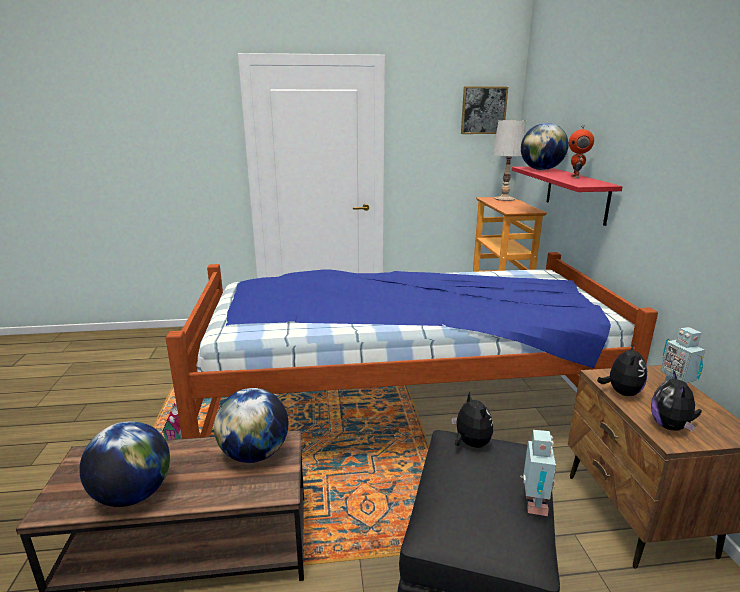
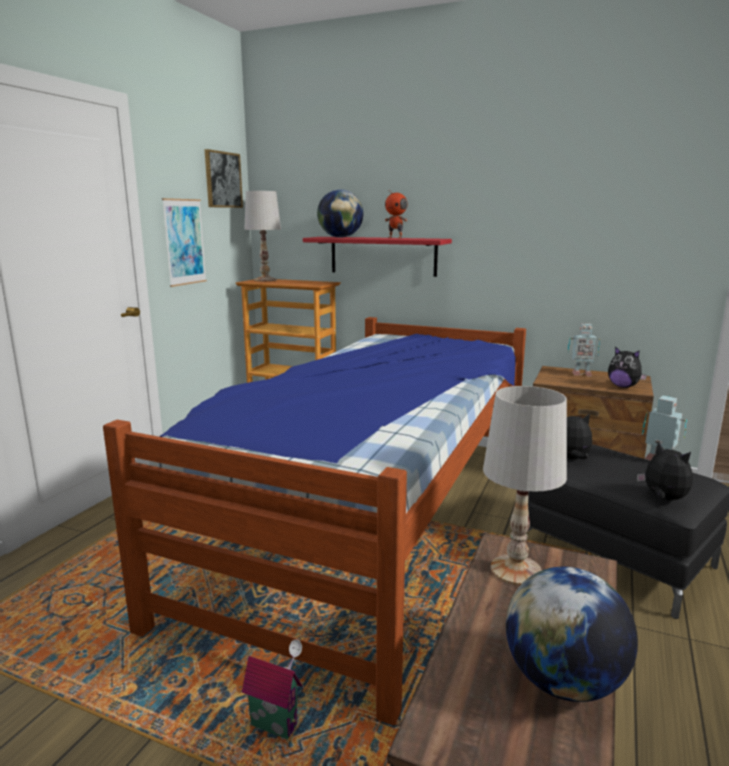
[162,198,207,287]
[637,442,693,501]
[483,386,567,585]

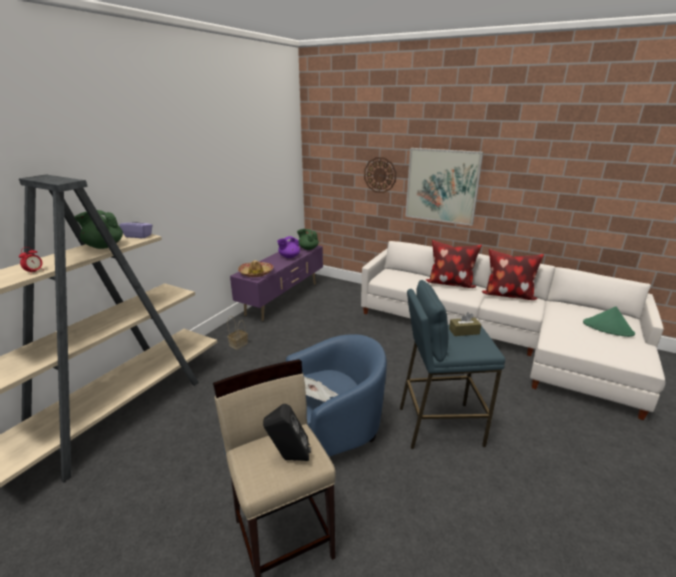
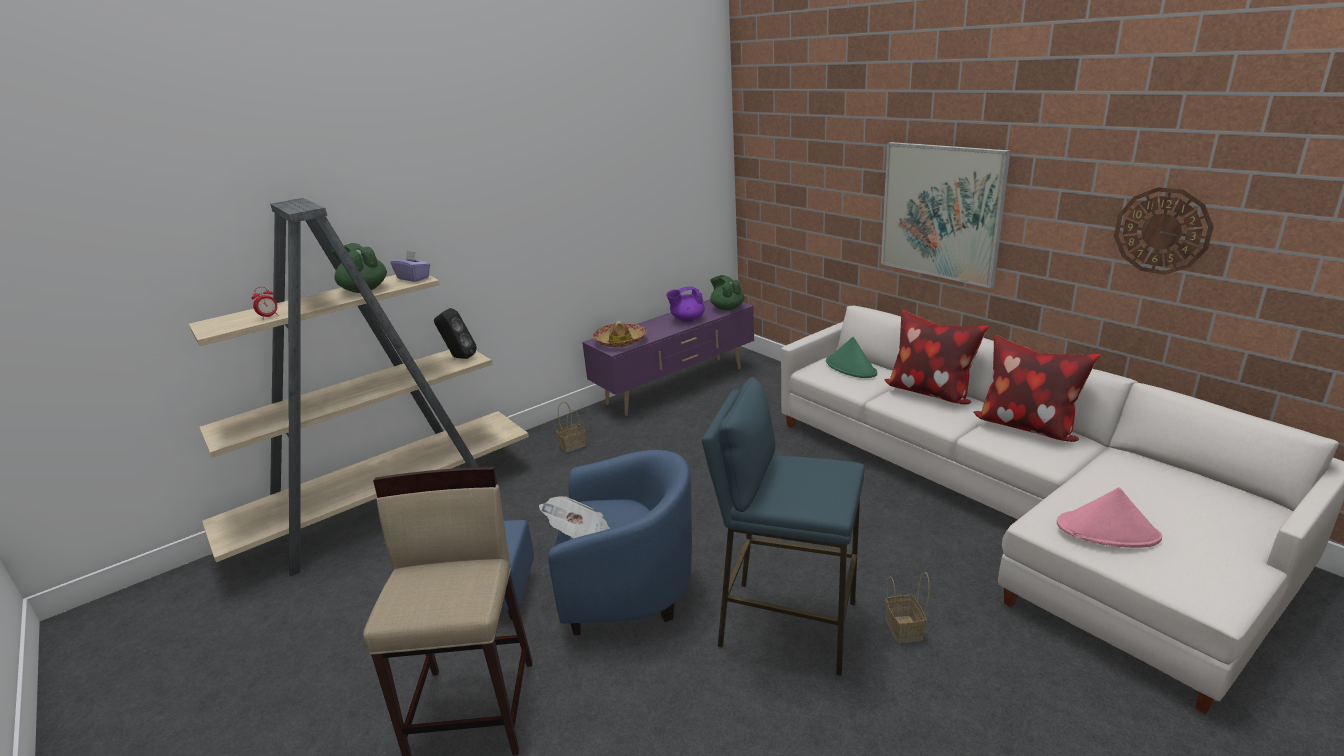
[449,312,481,336] (first image)
[885,572,929,643]
[1057,487,1162,548]
[434,308,477,359]
[1114,187,1214,275]
[826,337,877,378]

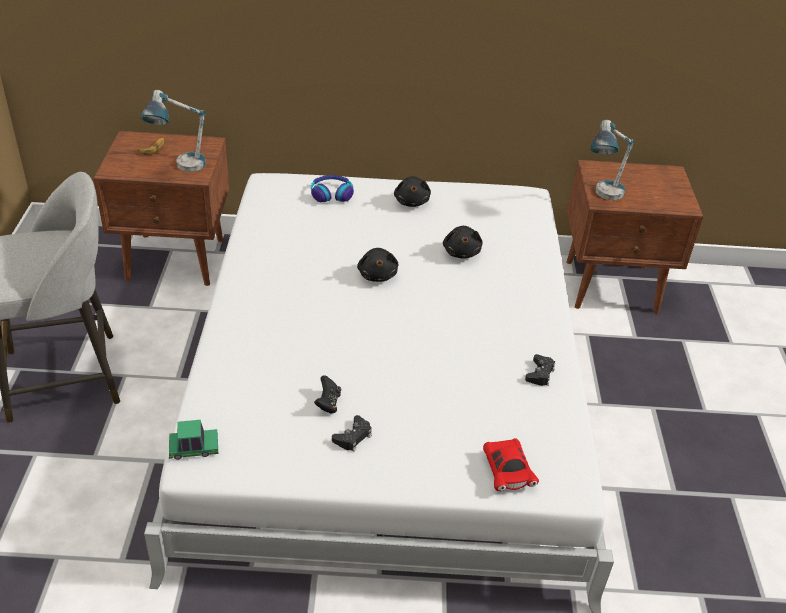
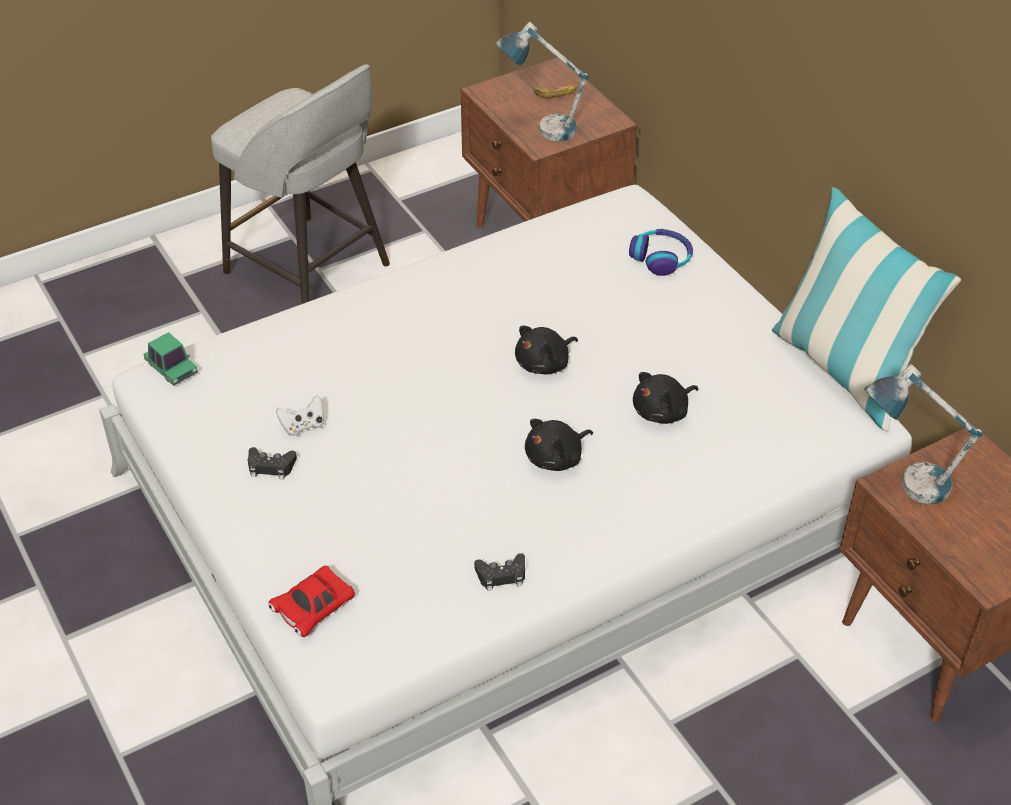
[772,187,961,431]
[525,419,593,471]
[276,395,324,436]

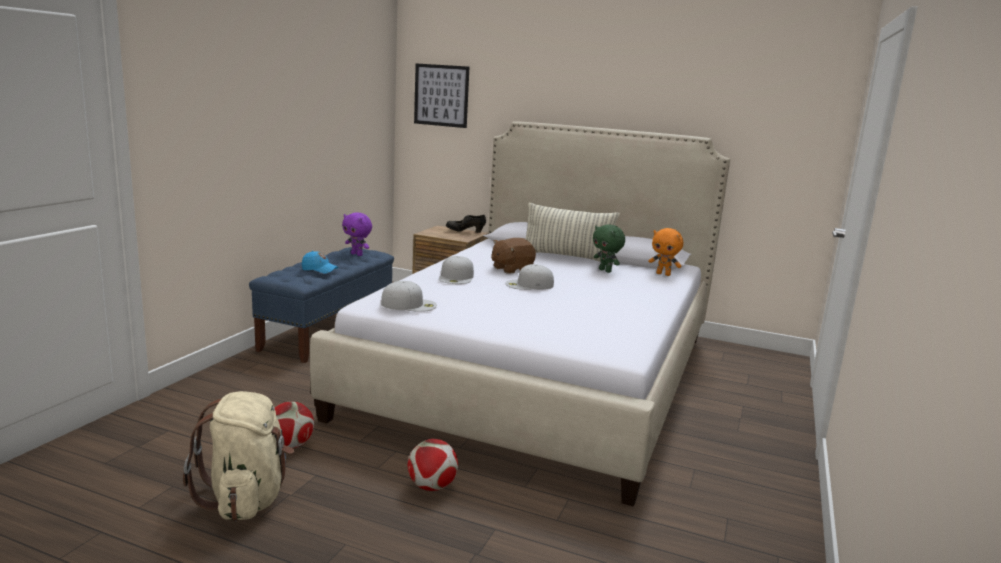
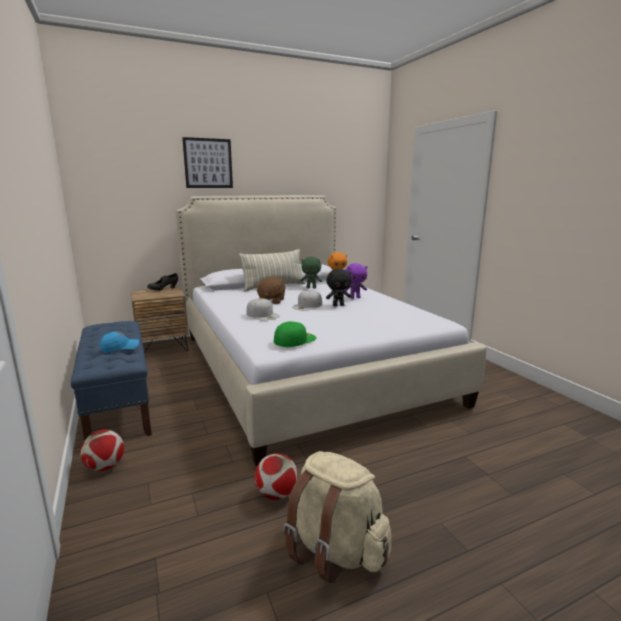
[326,269,351,306]
[344,263,367,299]
[80,430,124,471]
[182,137,233,188]
[274,321,316,347]

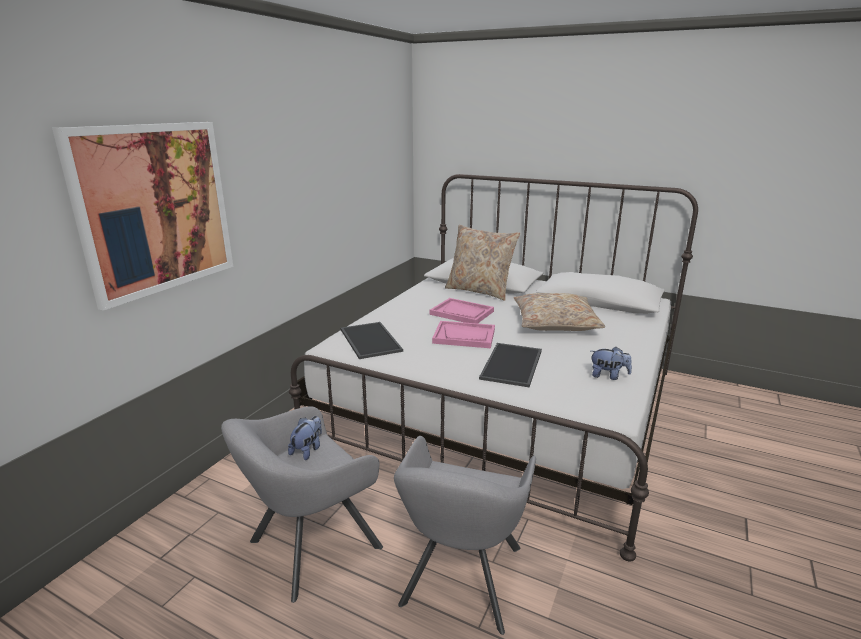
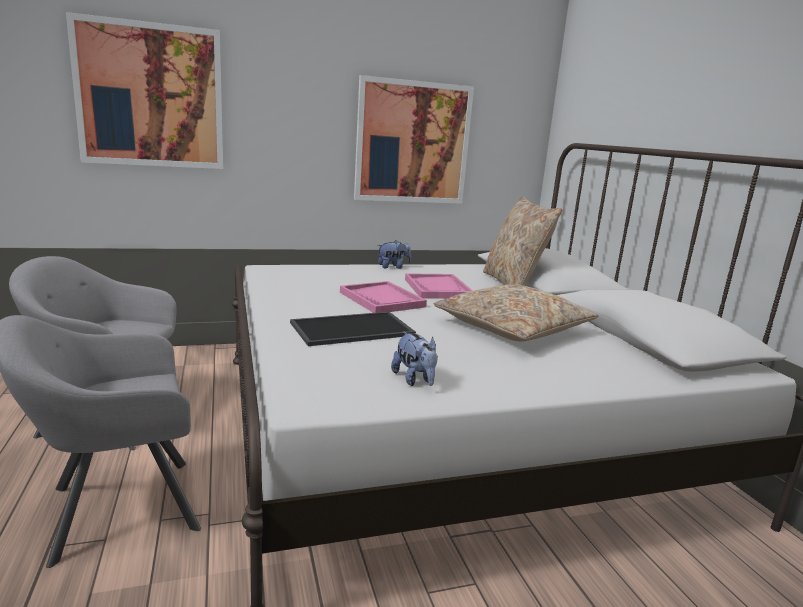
[341,322,403,359] (first image)
[354,75,474,204]
[377,240,411,269]

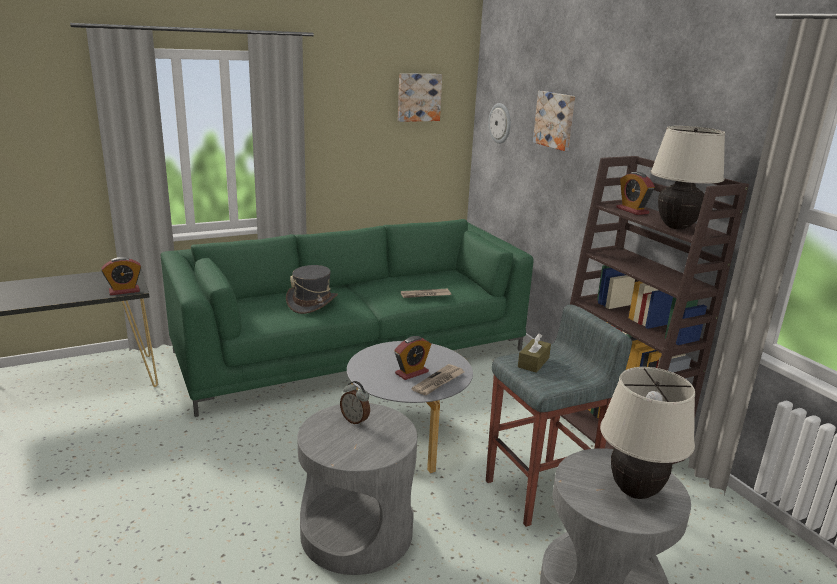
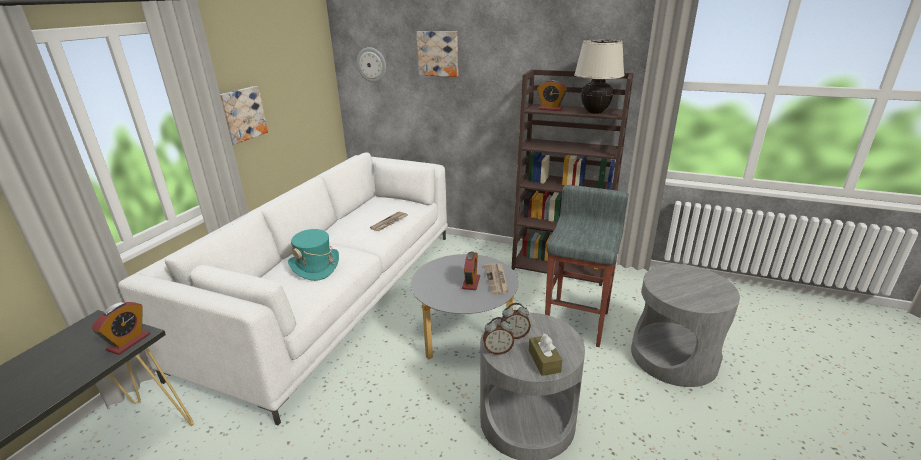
[600,367,696,499] (first image)
[483,317,514,355]
[220,86,268,145]
[529,333,562,376]
[118,153,448,425]
[288,229,339,281]

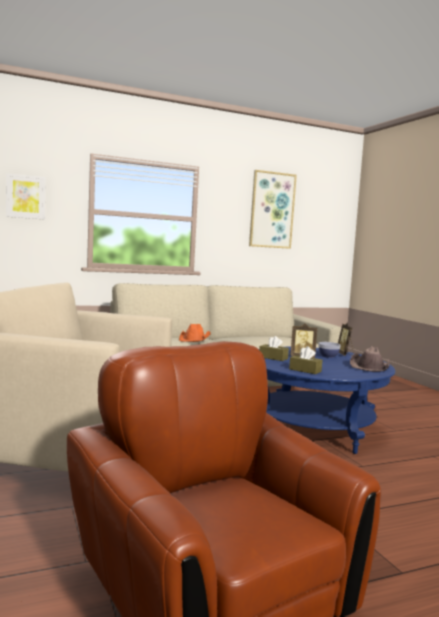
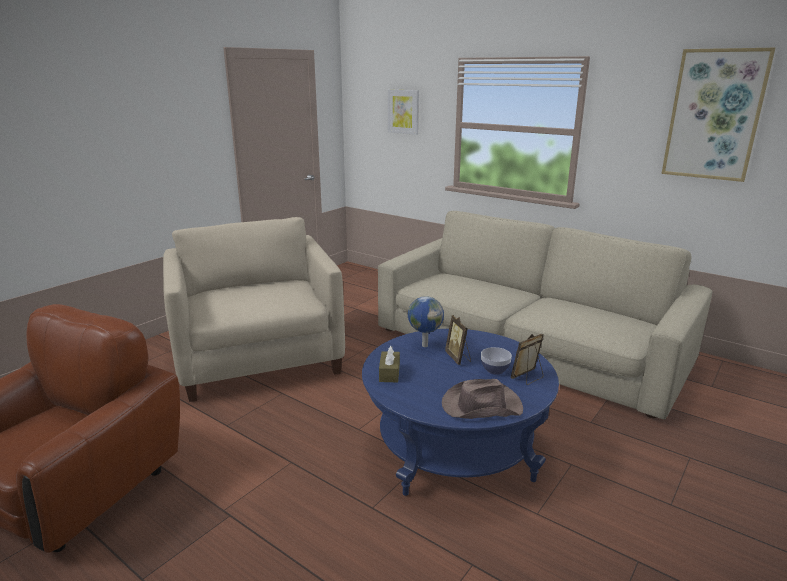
[179,324,211,342] (first image)
[408,296,444,347]

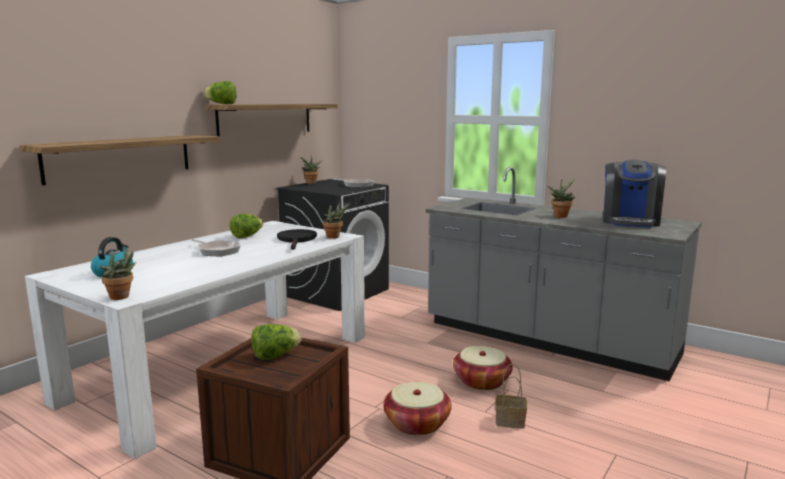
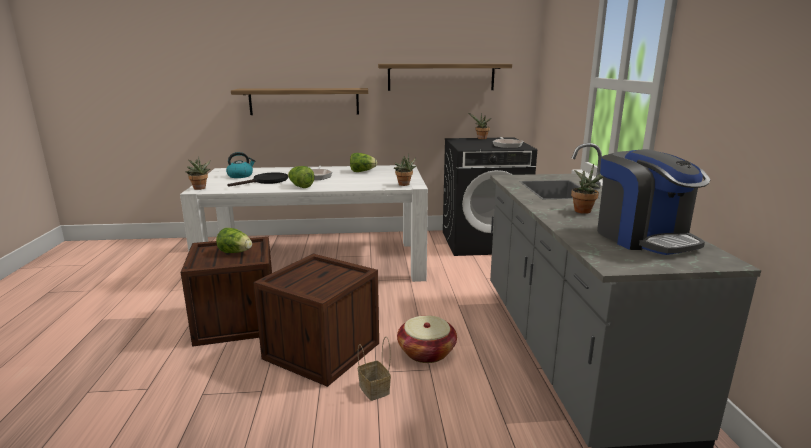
[288,166,314,188]
[227,173,288,187]
[253,254,379,387]
[597,149,710,255]

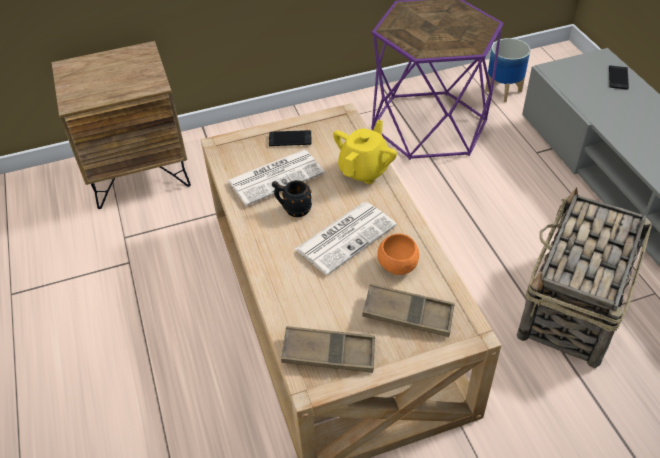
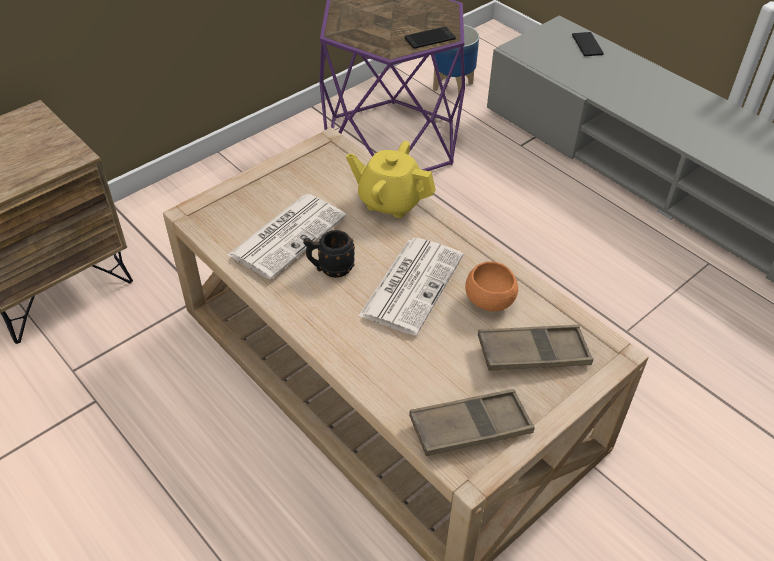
[517,187,652,368] (first image)
[405,27,456,49]
[346,141,436,218]

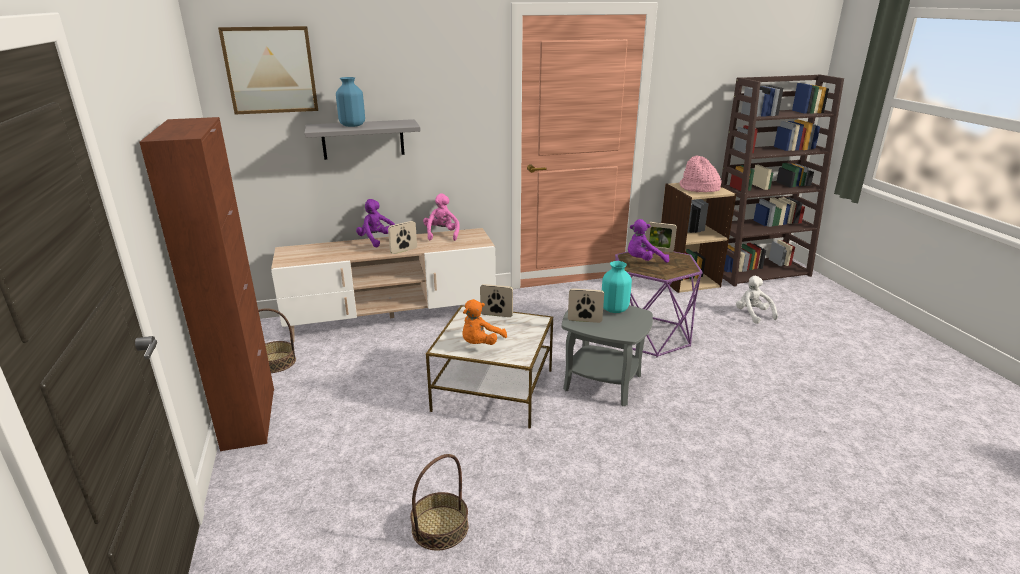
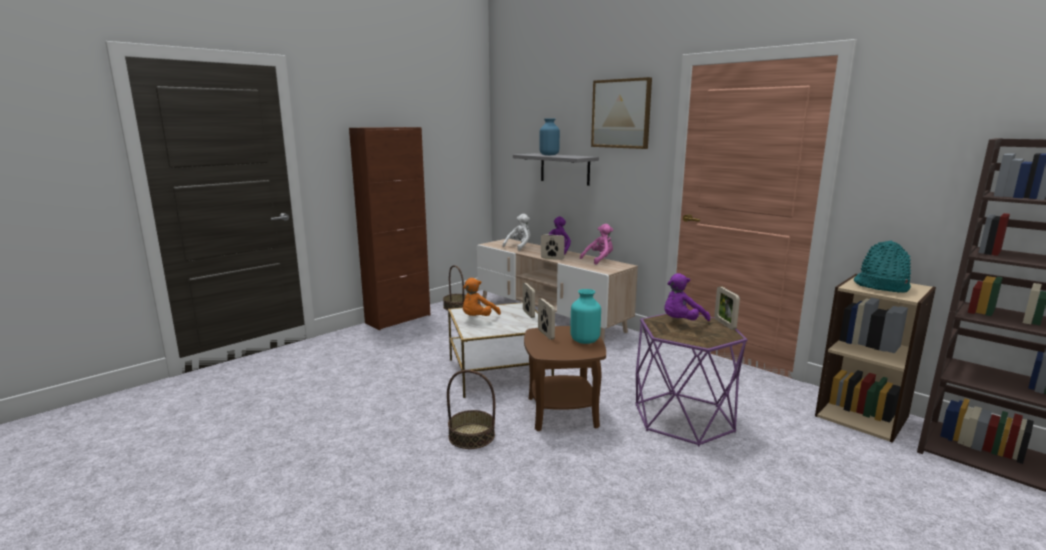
[591,77,652,149]
[447,370,495,449]
[502,214,531,251]
[524,326,606,431]
[854,241,911,293]
[463,278,501,316]
[664,273,710,321]

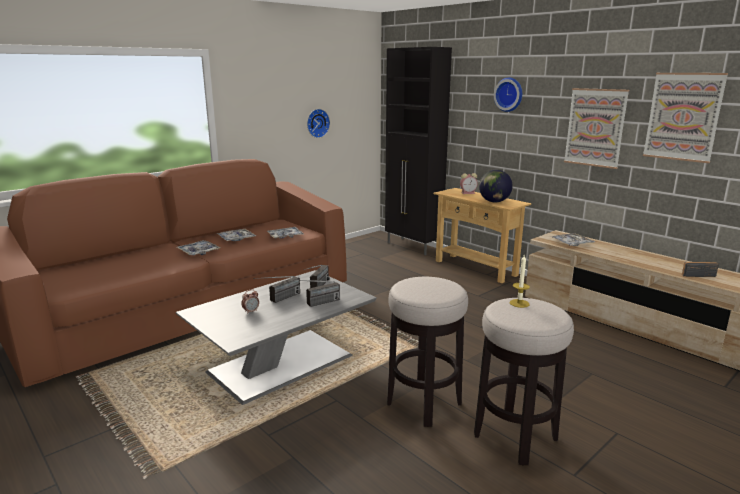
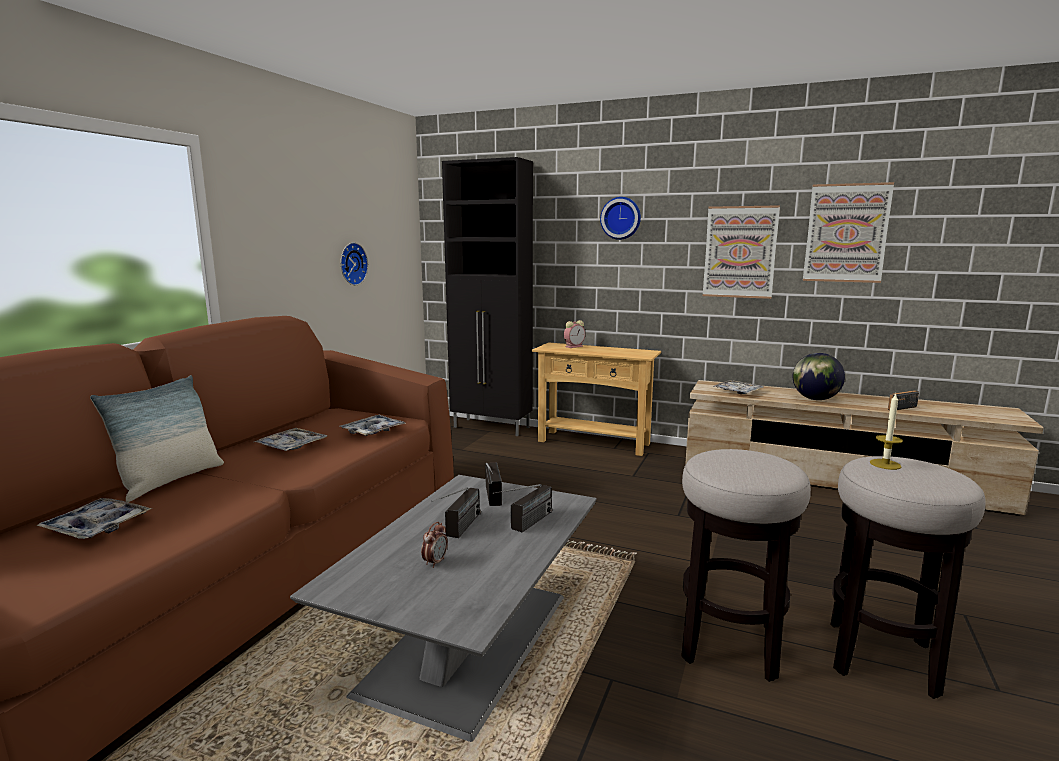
[90,375,224,502]
[36,498,152,539]
[793,353,845,400]

